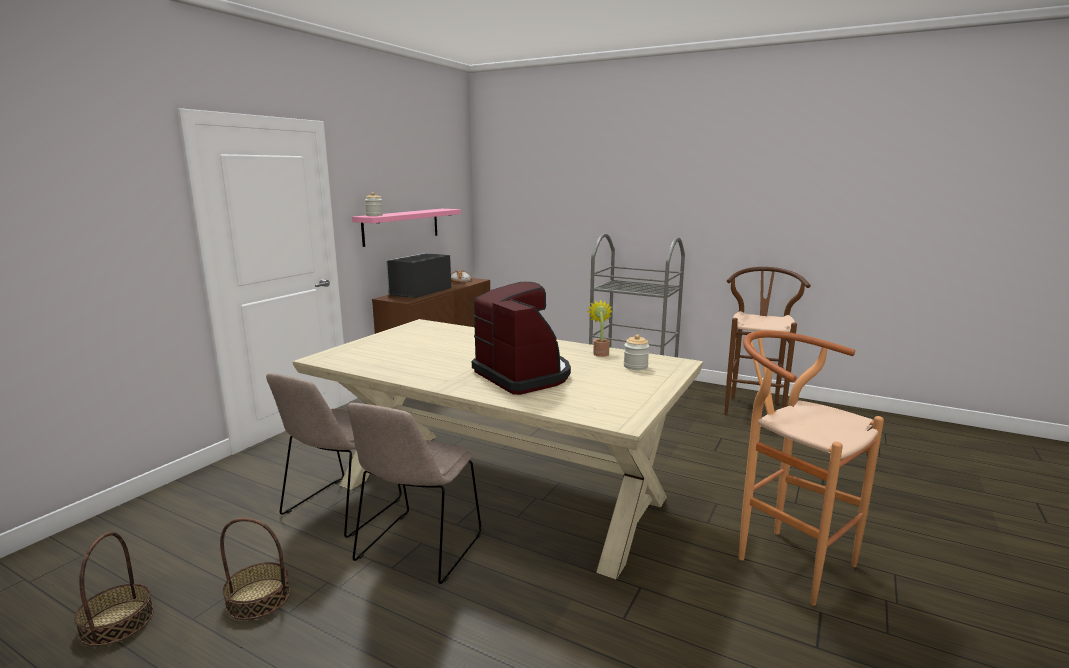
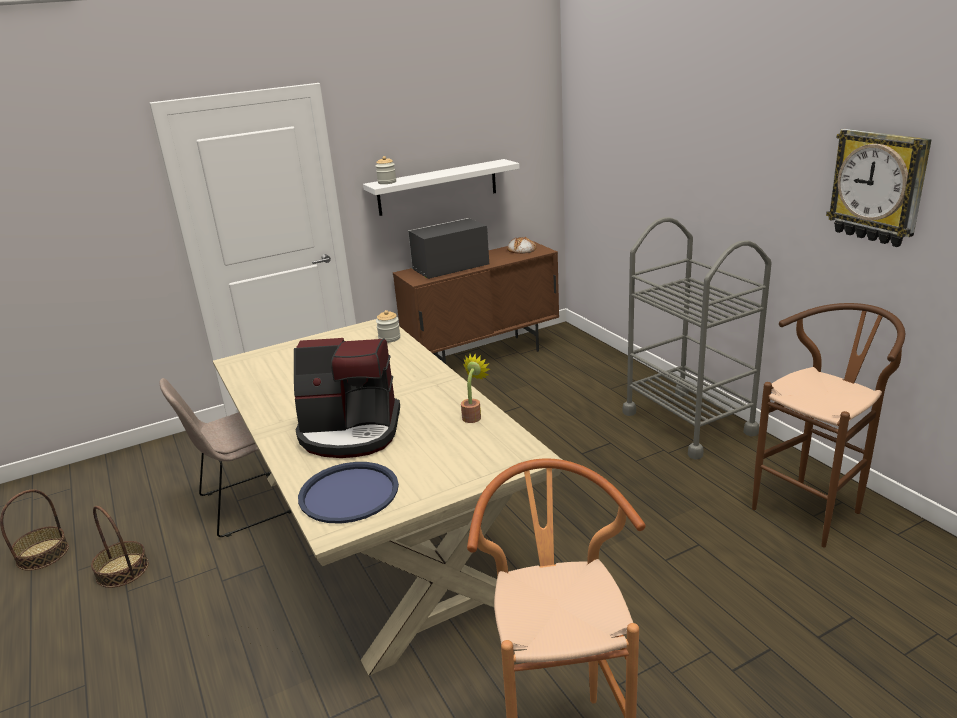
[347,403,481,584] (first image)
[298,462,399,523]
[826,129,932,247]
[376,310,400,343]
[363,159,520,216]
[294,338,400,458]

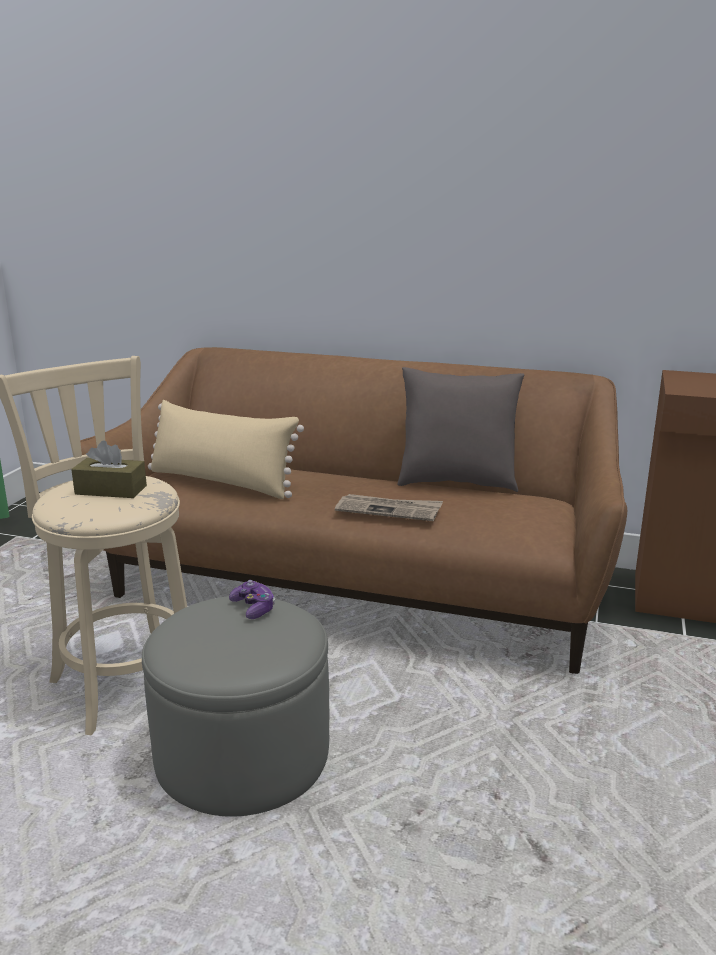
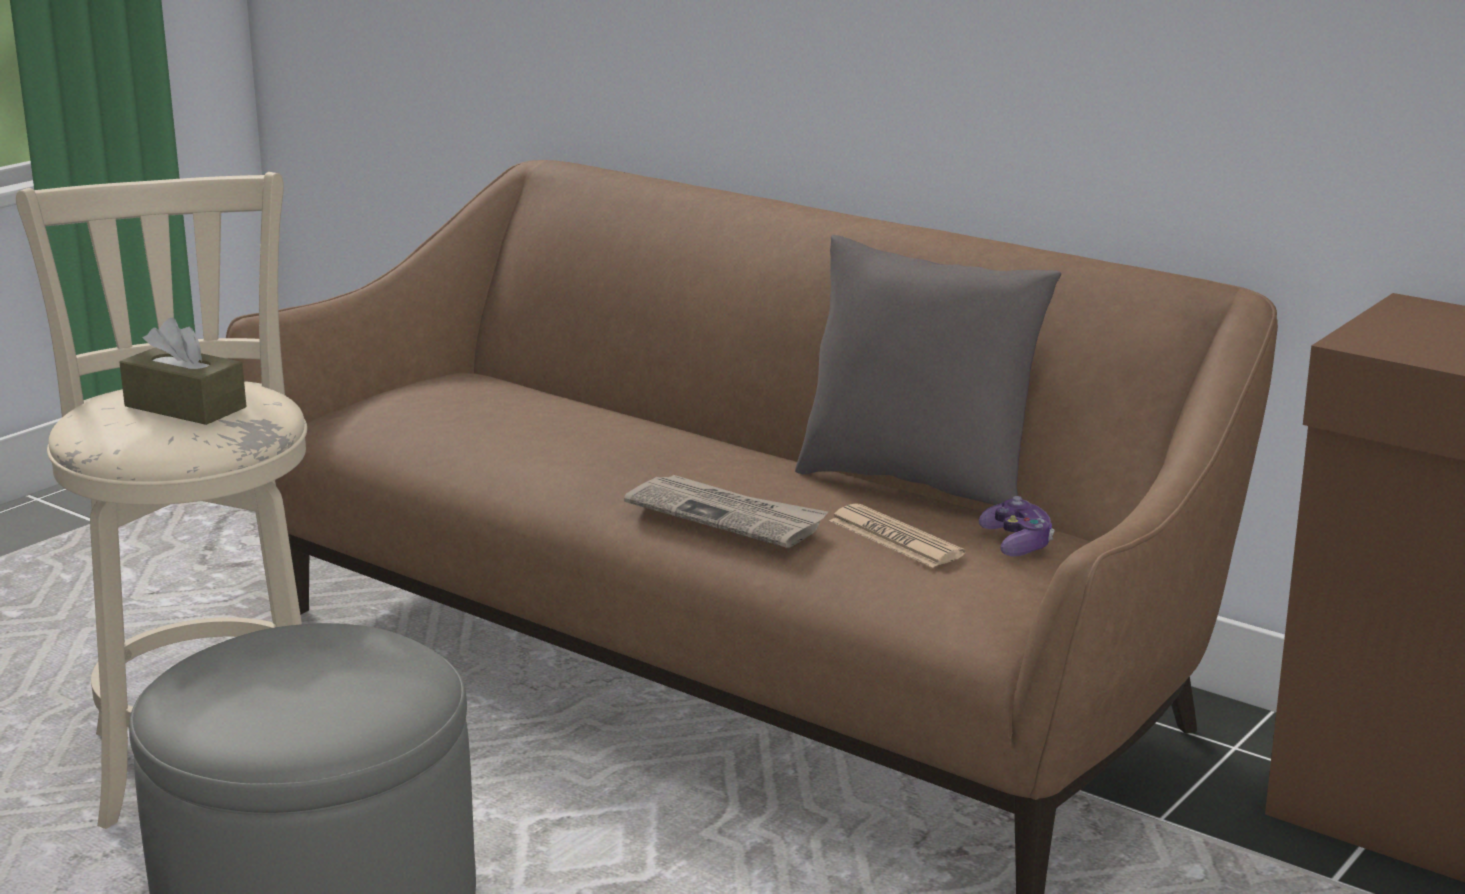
[148,400,304,499] (first image)
[829,503,965,568]
[979,496,1054,556]

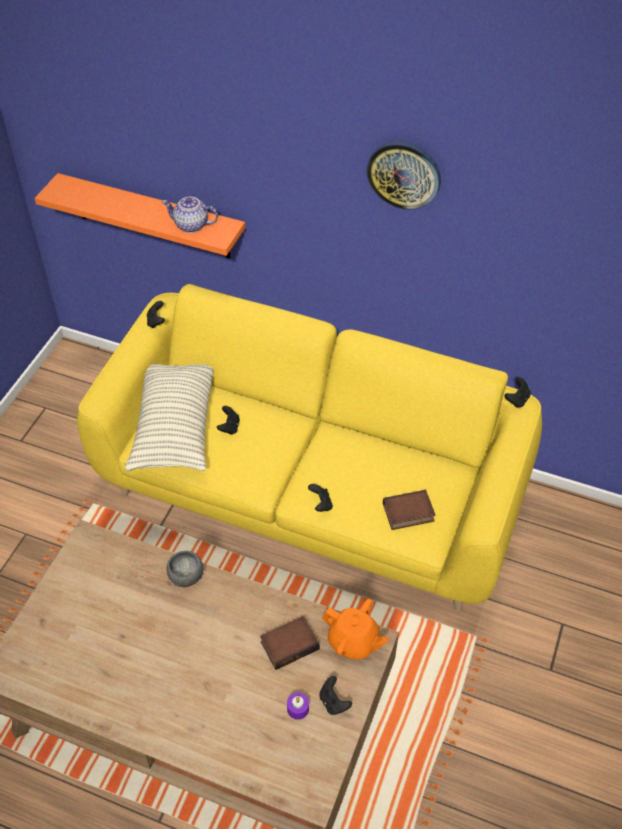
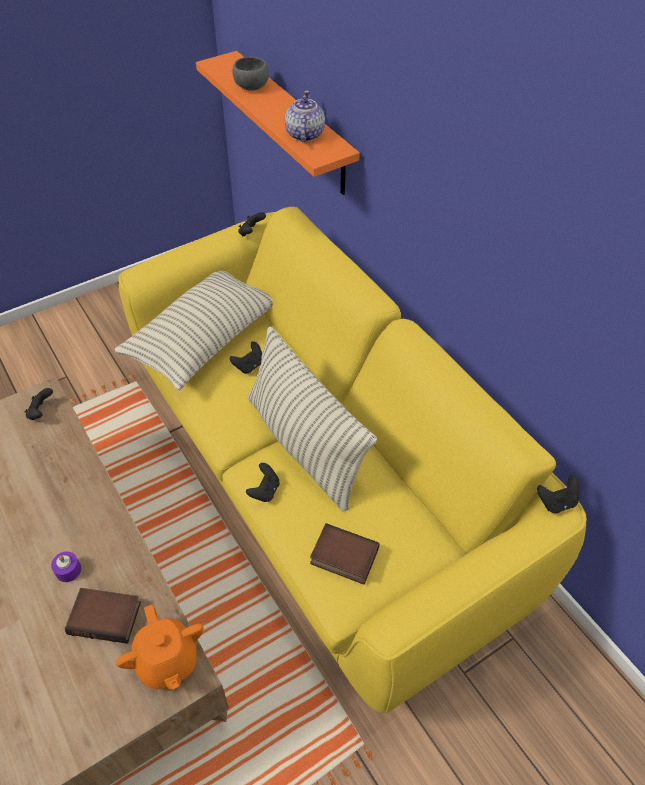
[366,141,441,210] (first image)
[248,326,378,511]
[233,57,269,91]
[51,551,81,582]
[25,388,53,420]
[285,91,325,142]

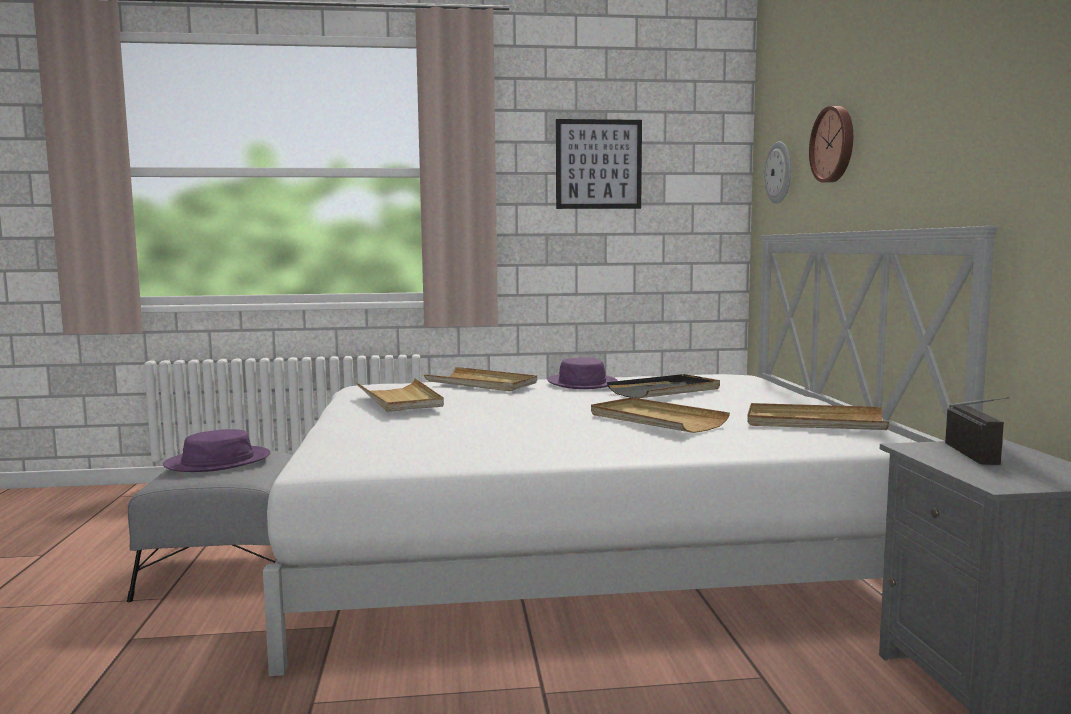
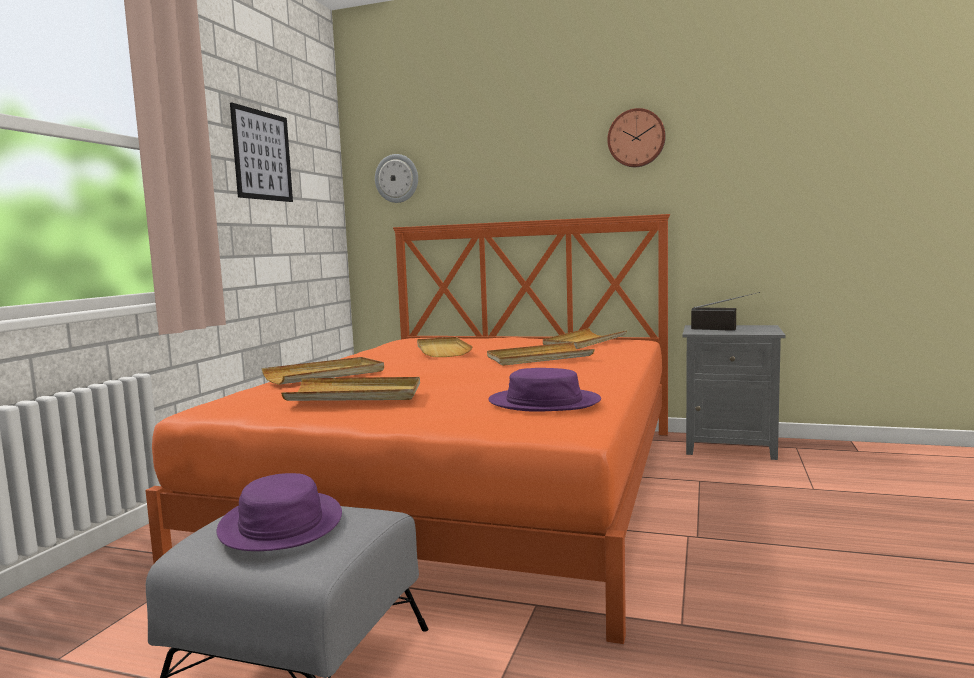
[488,368,601,412]
[607,108,666,167]
[145,214,670,644]
[417,337,473,357]

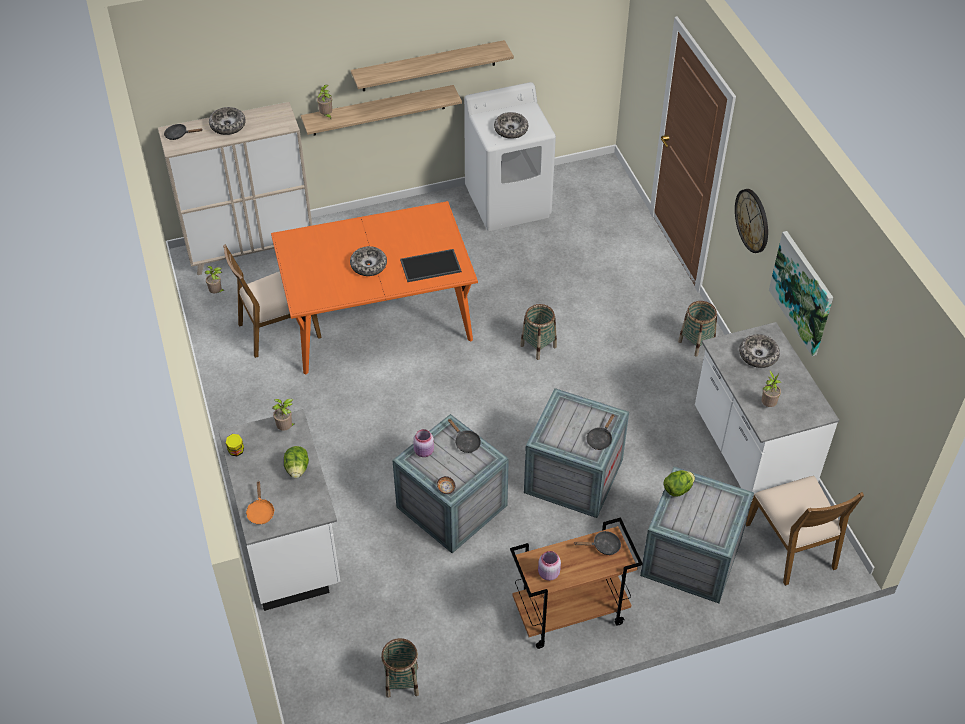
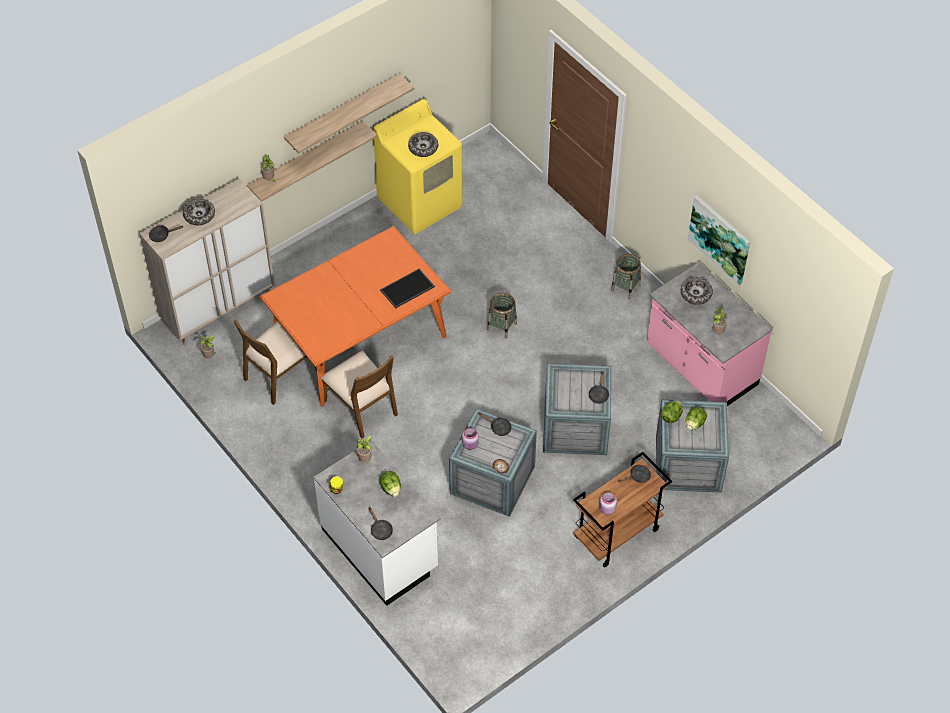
[350,246,387,276] (first image)
[381,638,419,698] (first image)
[735,189,768,253] (first image)
[686,407,707,430]
[321,351,398,438]
[369,507,393,540]
[373,99,463,234]
[647,262,773,406]

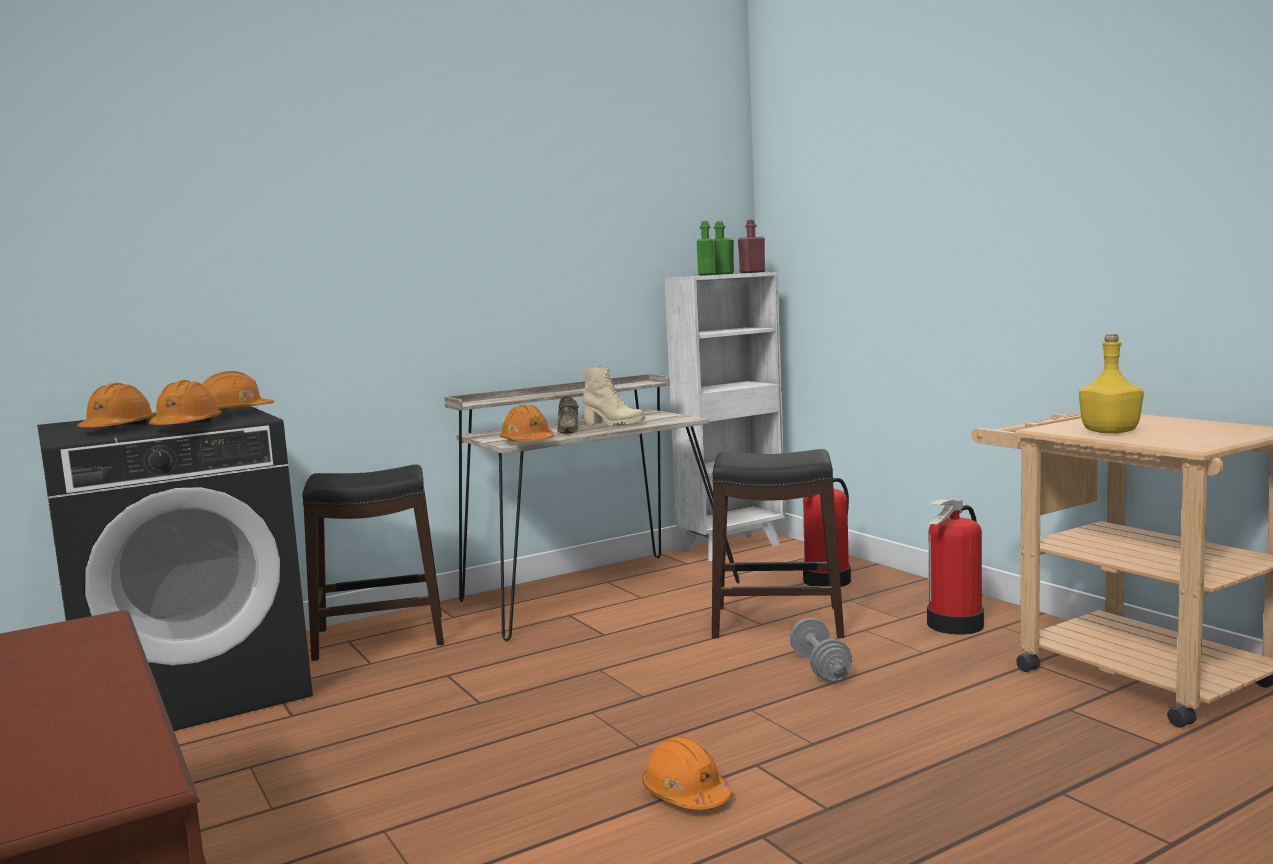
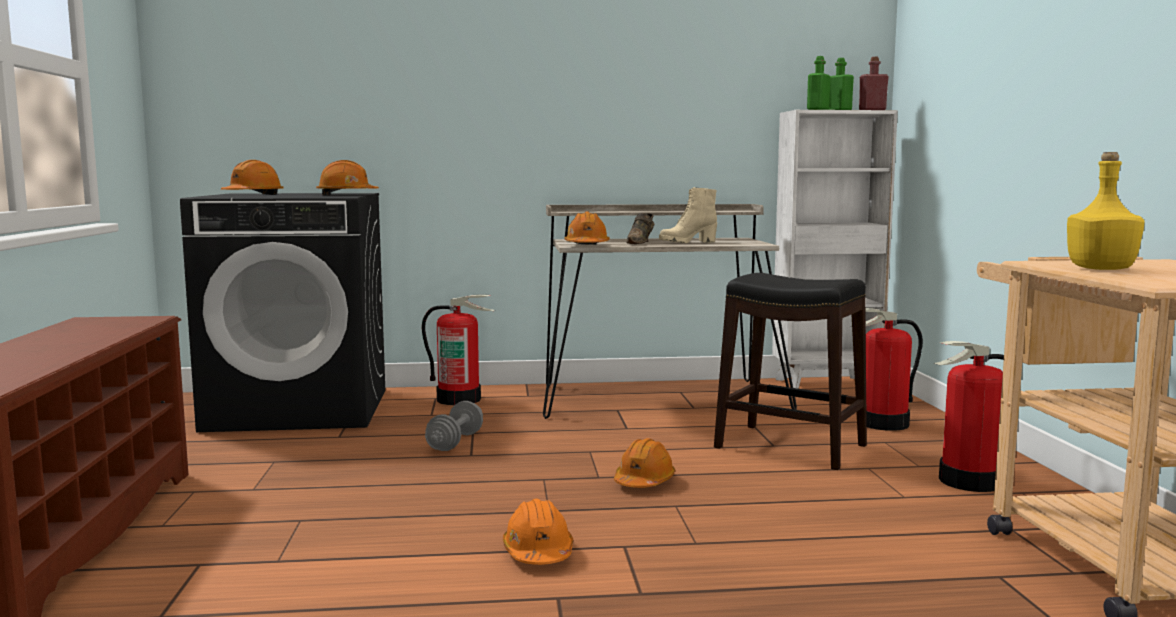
[614,438,675,488]
[425,401,483,451]
[422,294,495,405]
[659,187,717,243]

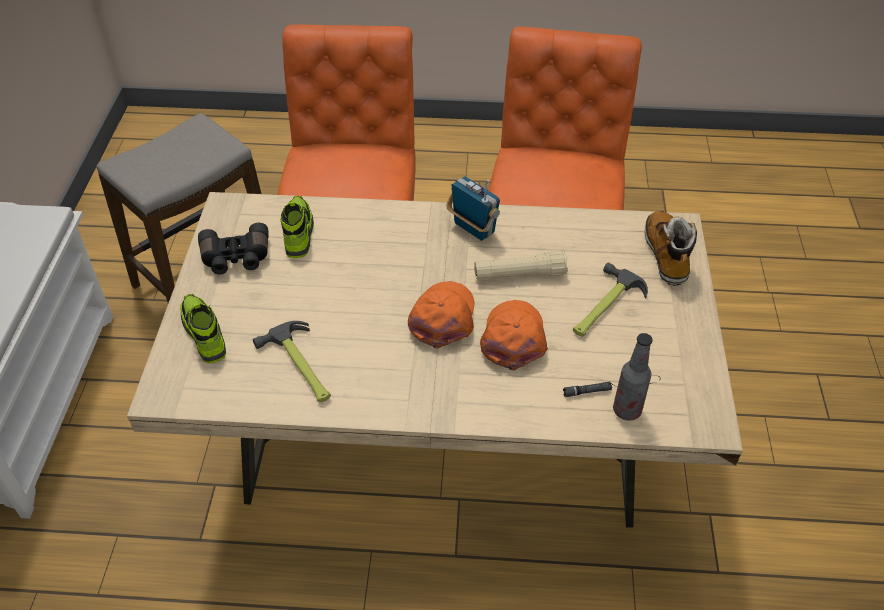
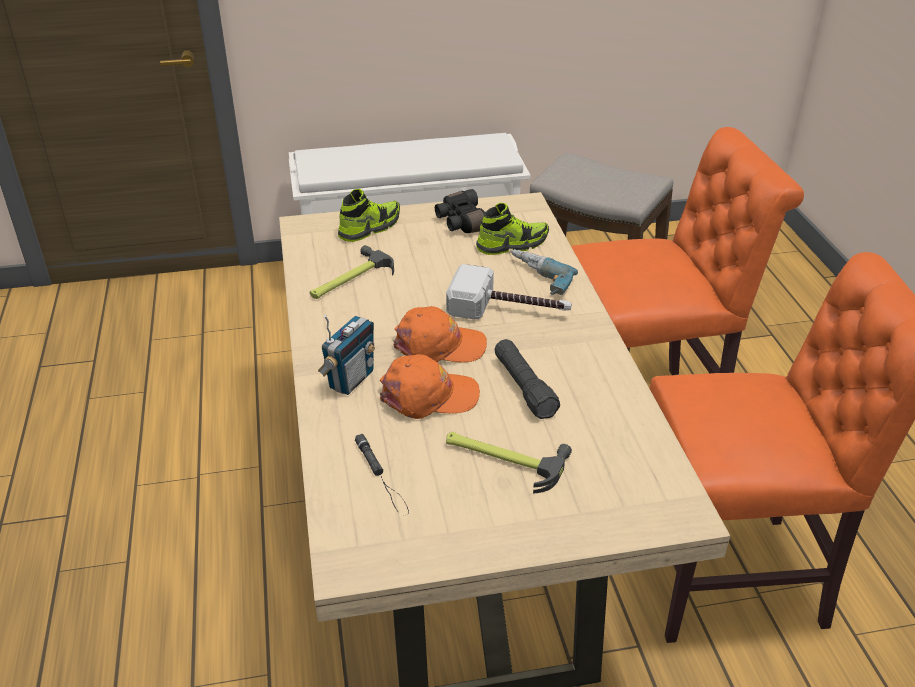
[613,333,653,420] (first image)
[644,211,697,286] (first image)
[446,264,572,319]
[511,249,578,295]
[318,315,375,395]
[495,339,560,419]

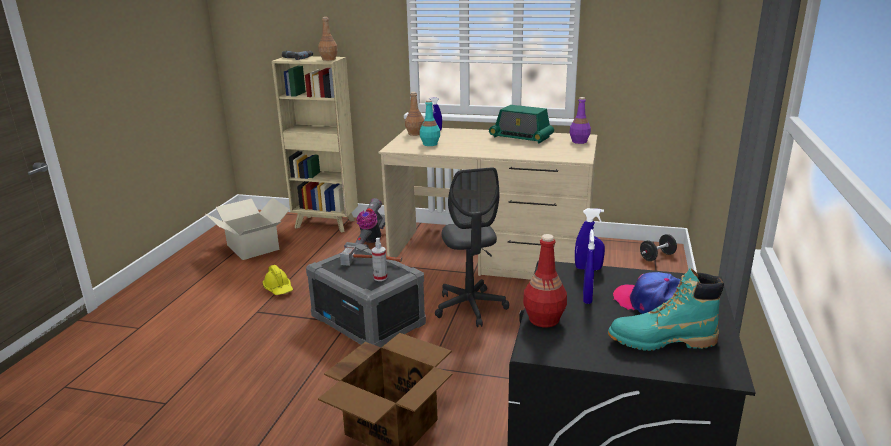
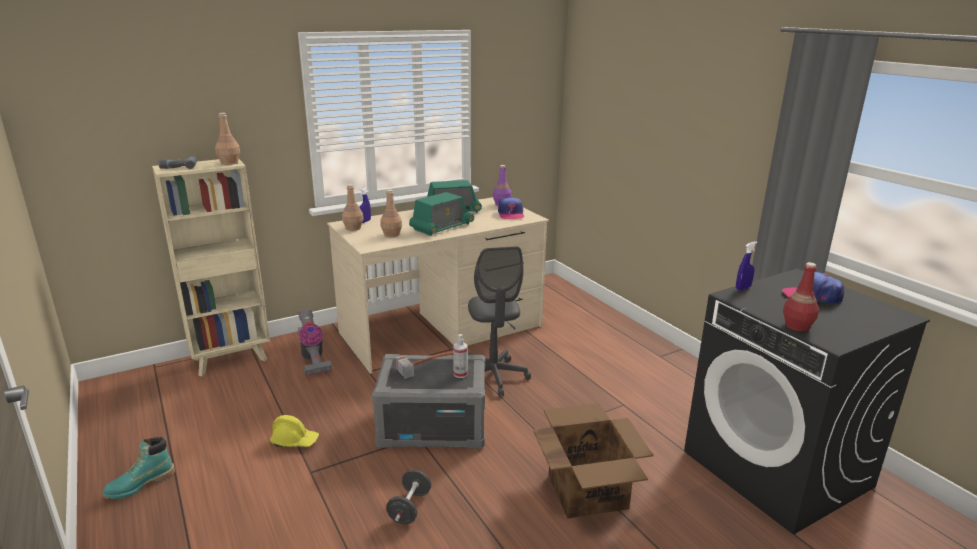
[206,198,290,260] (first image)
[583,229,595,304] (first image)
[409,192,474,236]
[498,197,524,219]
[103,437,175,499]
[386,469,431,524]
[381,189,402,237]
[468,246,531,397]

